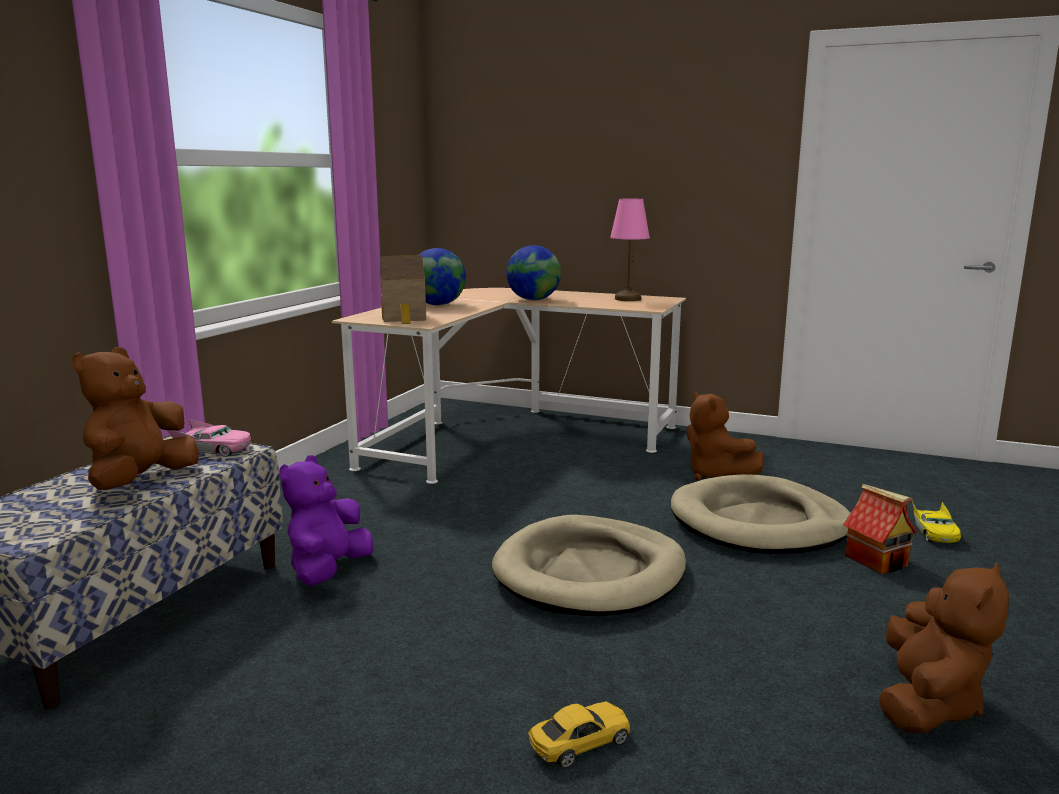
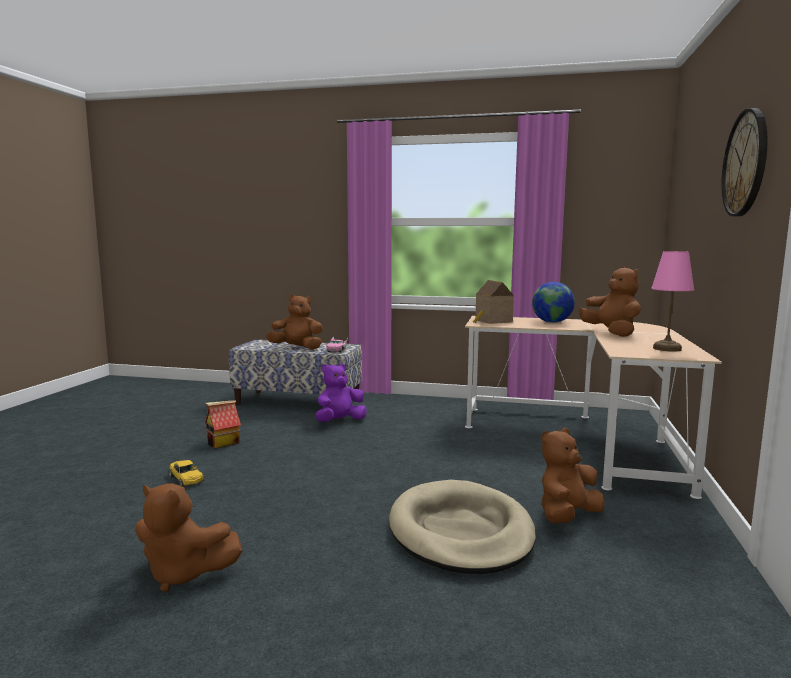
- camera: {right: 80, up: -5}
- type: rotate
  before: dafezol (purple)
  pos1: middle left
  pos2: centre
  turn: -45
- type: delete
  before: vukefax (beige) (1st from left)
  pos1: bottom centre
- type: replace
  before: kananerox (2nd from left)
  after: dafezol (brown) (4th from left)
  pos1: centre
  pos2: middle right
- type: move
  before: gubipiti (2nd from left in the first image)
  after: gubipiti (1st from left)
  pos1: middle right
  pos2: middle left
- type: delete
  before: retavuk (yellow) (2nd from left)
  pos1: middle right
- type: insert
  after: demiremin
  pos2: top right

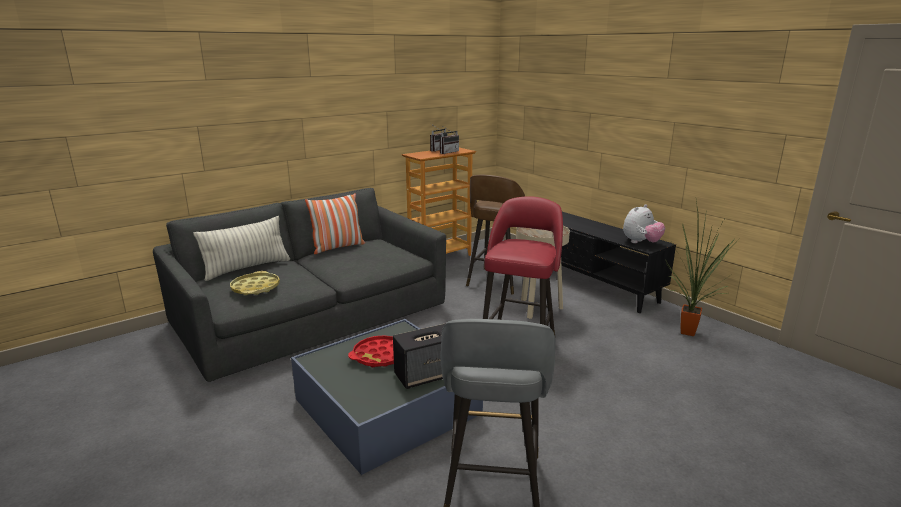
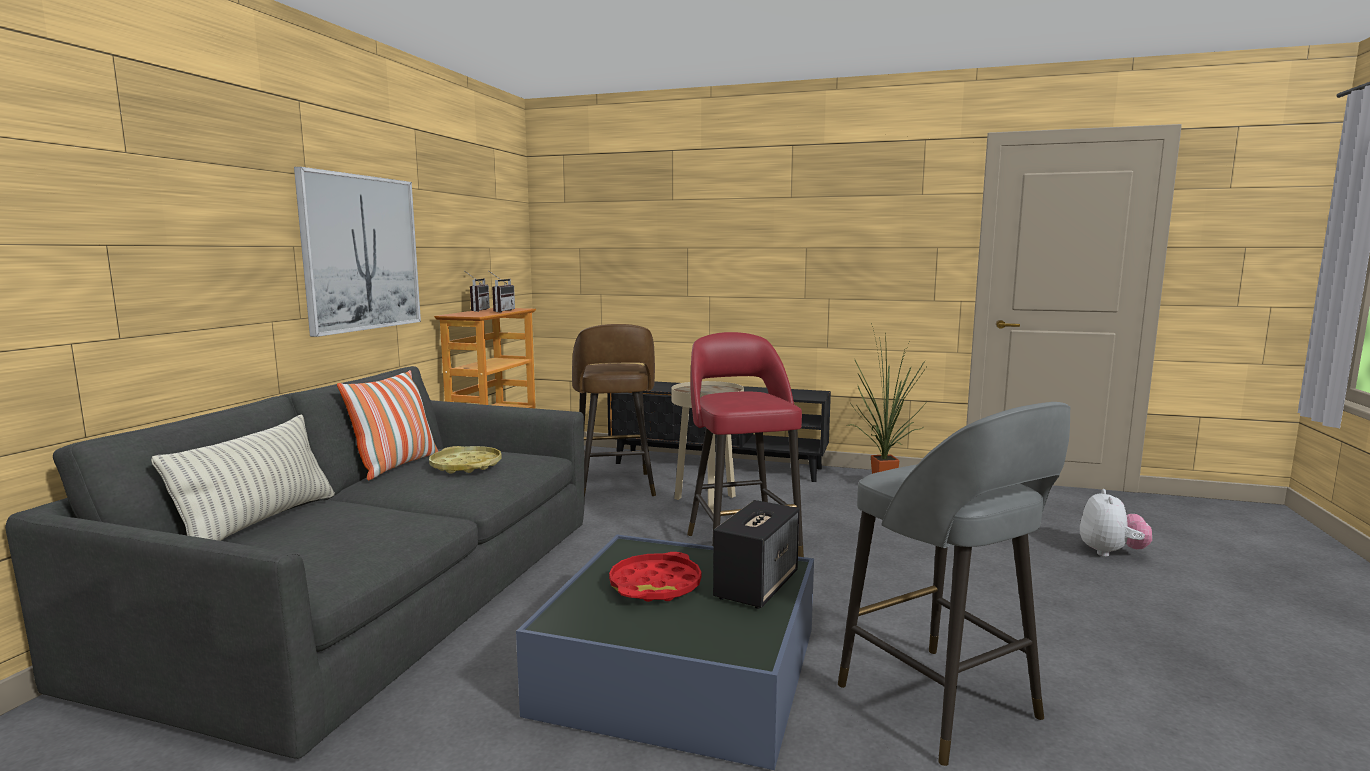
- camera: {right: -35, up: -10}
- type: move
  before: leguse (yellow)
  pos1: middle left
  pos2: centre
- type: move
  before: dafezol
  pos1: middle right
  pos2: bottom right
- type: insert
  after: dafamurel
  pos2: top left

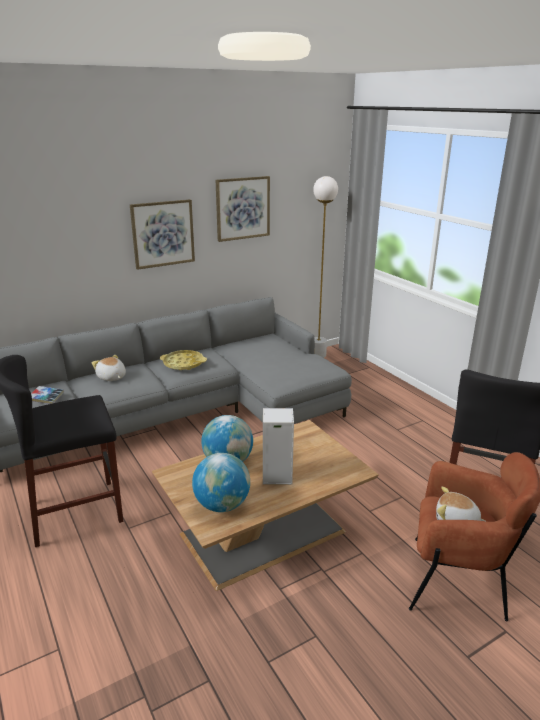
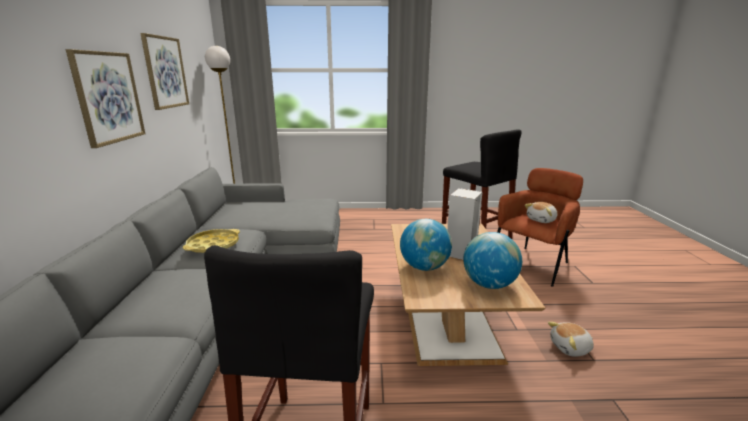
- camera: {right: -60, up: -5}
- type: delete
  before: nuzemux
  pos1: middle left
- type: move
  before: dafezol (1st from left in the first image)
  after: dafezol (2nd from left)
  pos1: middle left
  pos2: bottom right

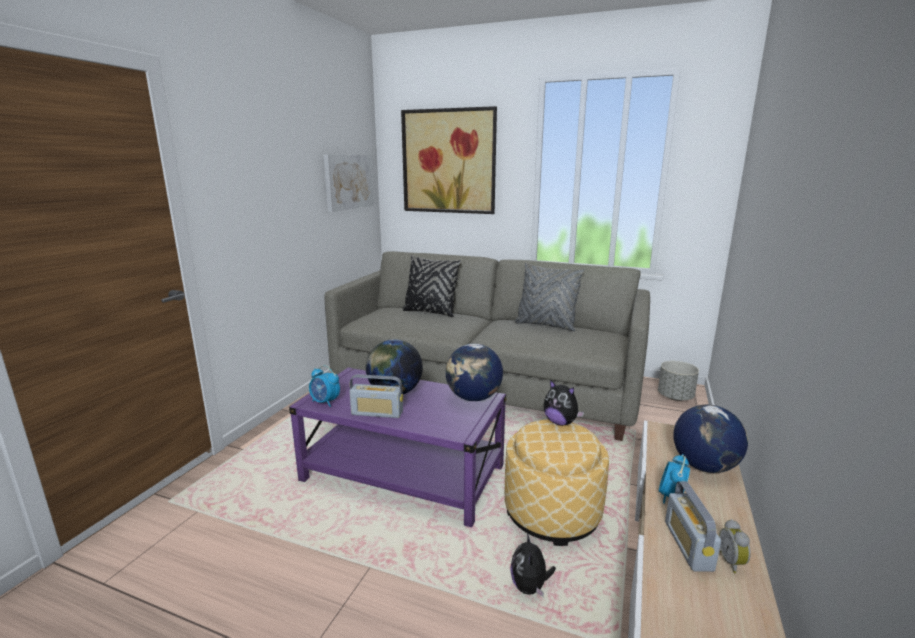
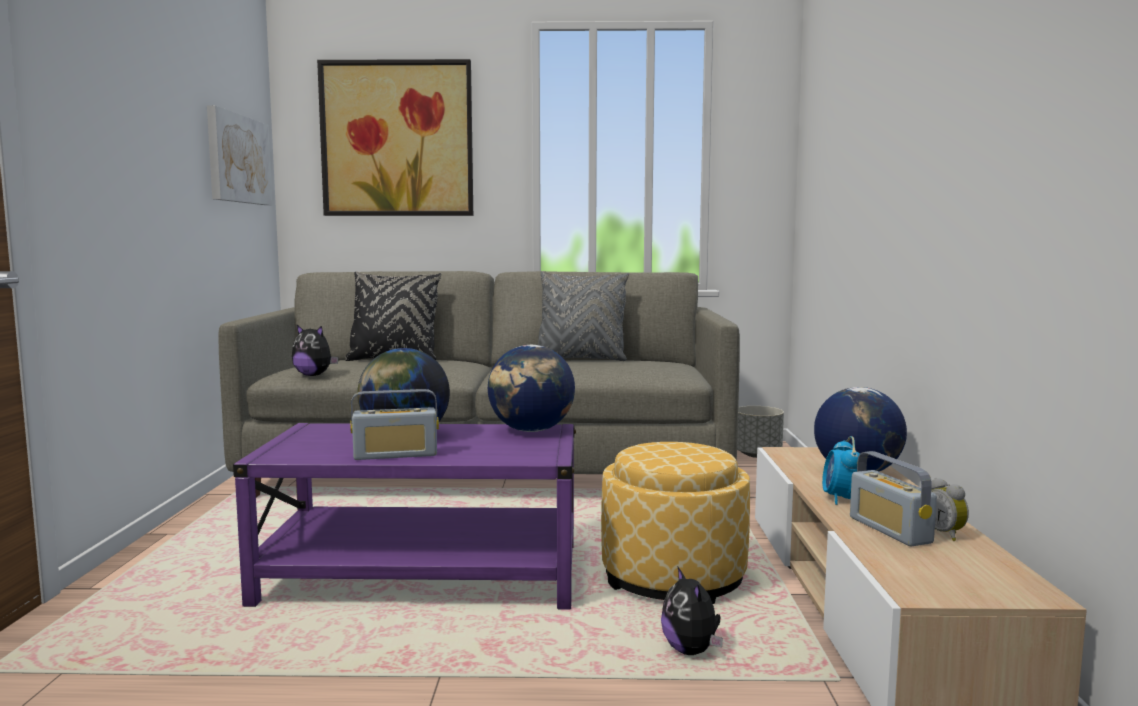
- camera: {right: -20, up: -10}
- type: delete
  before: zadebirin (1st from left)
  pos1: centre
- type: move
  before: dafezol (2nd from left in the first image)
  after: dafezol (1st from left)
  pos1: centre
  pos2: middle left

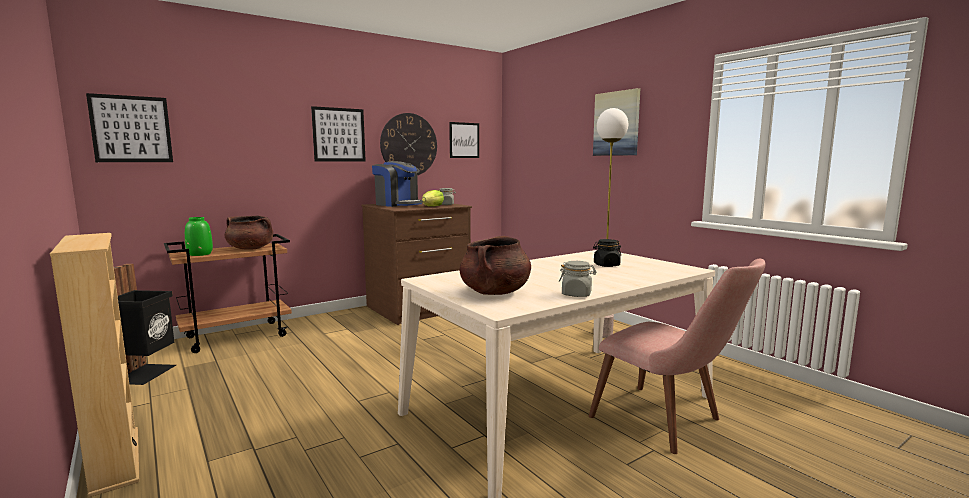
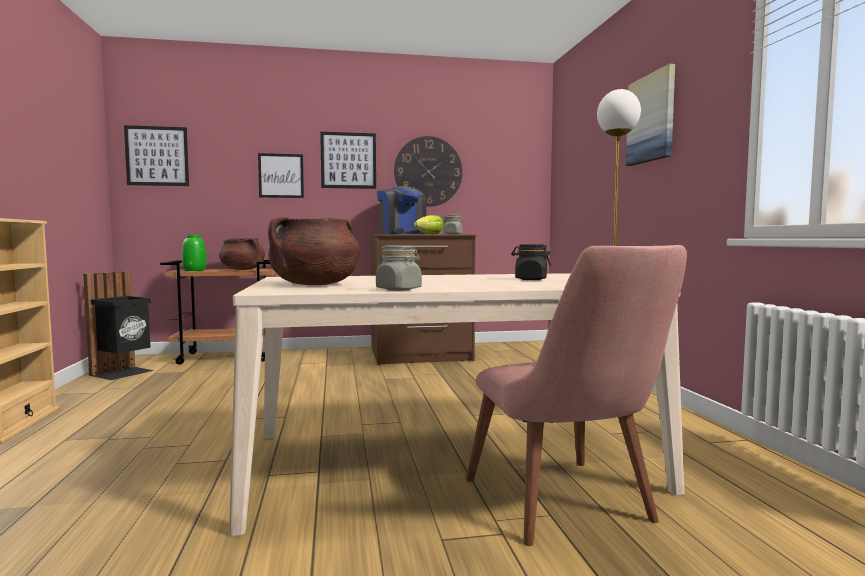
- camera: {right: 25, up: -5}
- type: move
  before: dafamurel (3rd from left in the first image)
  after: dafamurel (2nd from left)
  pos1: top centre
  pos2: top left

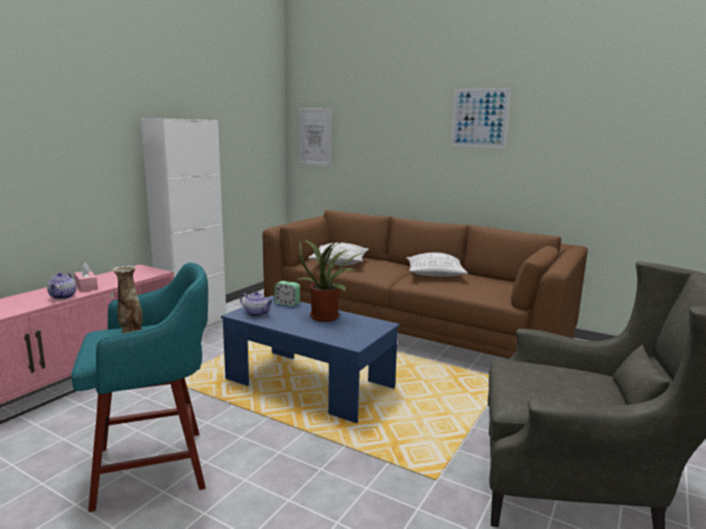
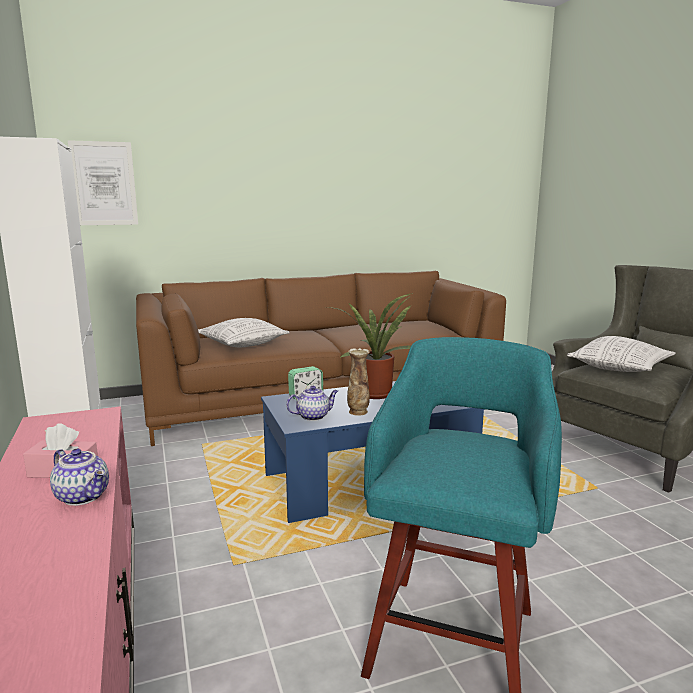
- camera: {right: -50, up: 0}
- type: move
  before: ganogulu
  pos1: middle left
  pos2: centre
- type: move
  before: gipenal (2nd from left)
  pos1: centre
  pos2: middle right
- type: delete
  before: dafamurel (2nd from left)
  pos1: top right

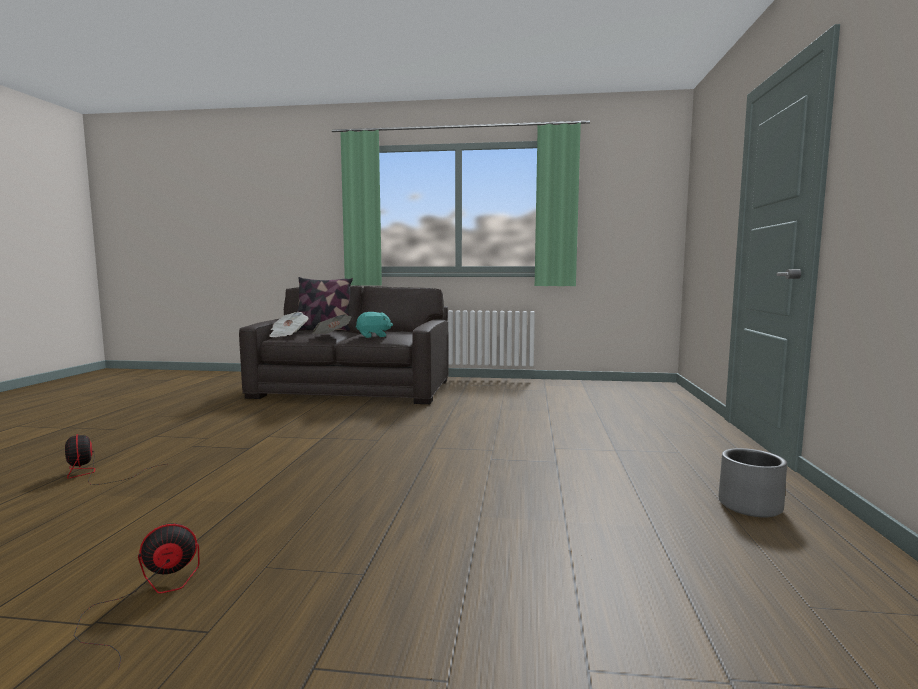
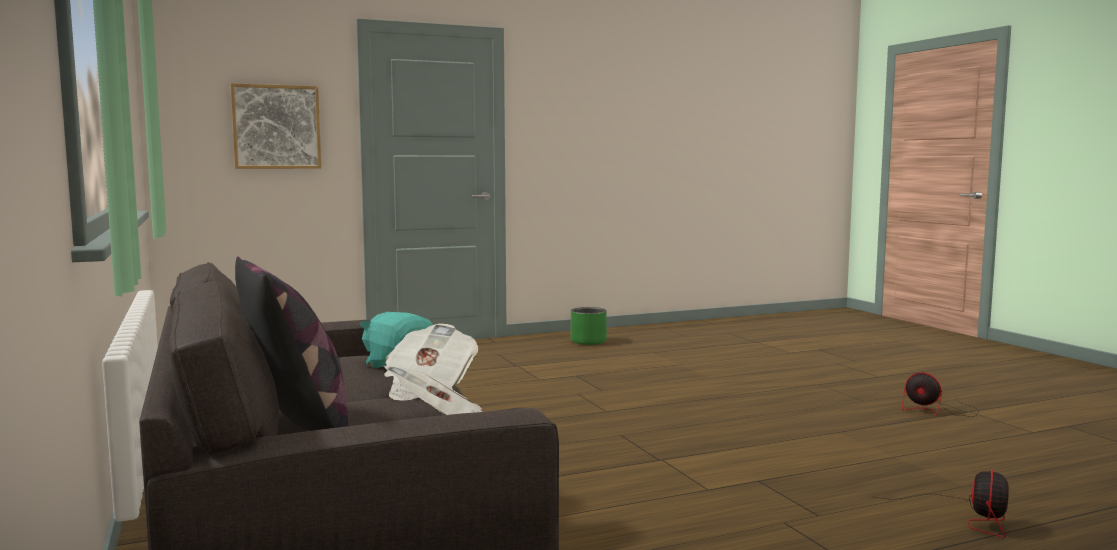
- camera: {right: -120, up: 0}
- type: recolor
  before: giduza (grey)
  after: giduza (green)
  pos1: bottom right
  pos2: centre
- type: insert
  after: dafamurel
  pos2: top left

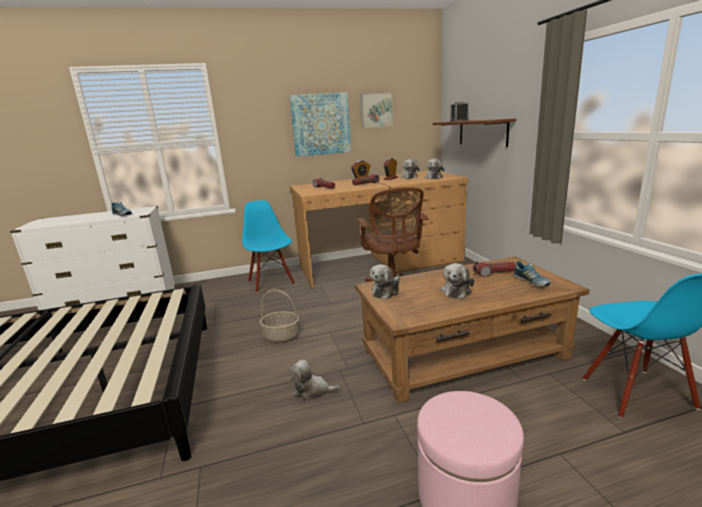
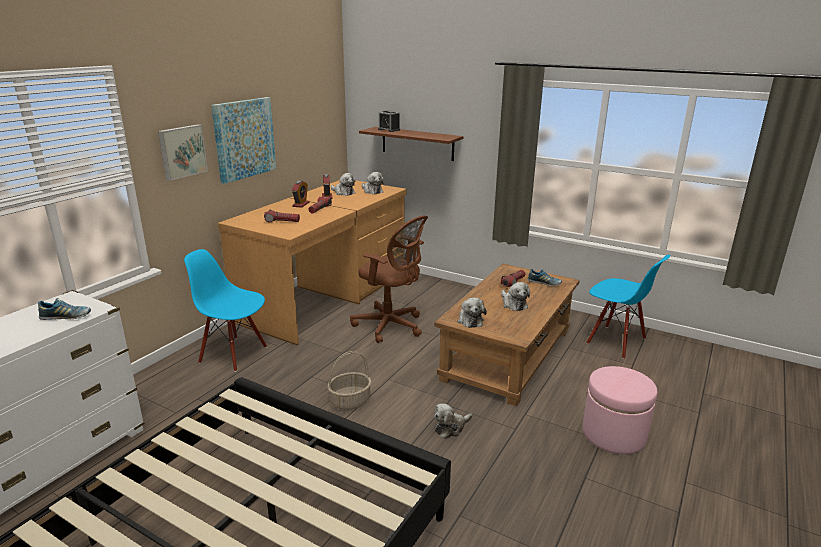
- camera: {right: -45, up: 5}
- type: move
  before: dafamurel (2nd from left in the first image)
  after: dafamurel (1st from left)
  pos1: top centre
  pos2: top left

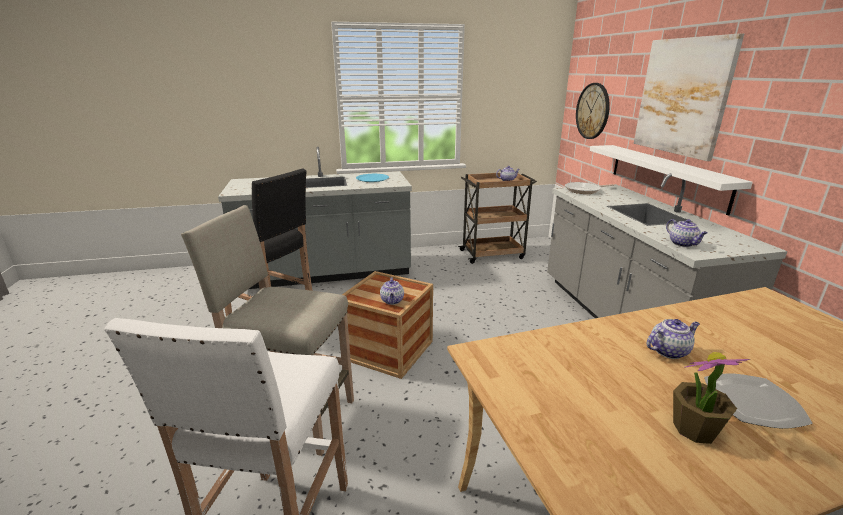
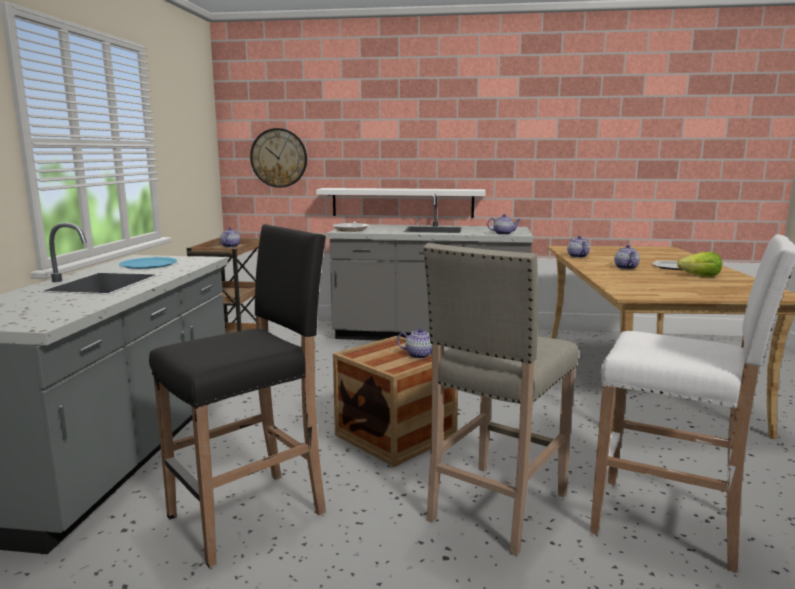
- camera: {right: -70, up: -10}
- type: delete
  before: dafamurel
  pos1: top right
- type: replace
  before: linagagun
  after: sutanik
  pos1: bottom right
  pos2: middle right
- type: insert
  after: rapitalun (4th from left)
  pos2: middle right

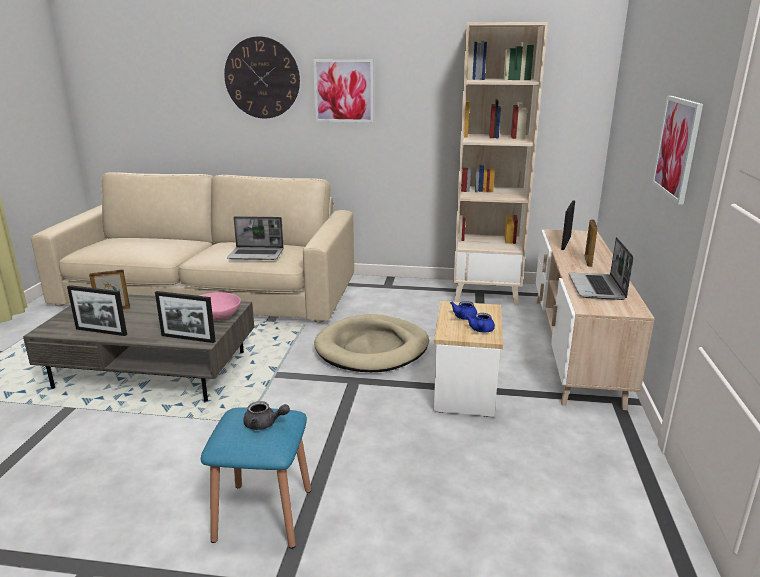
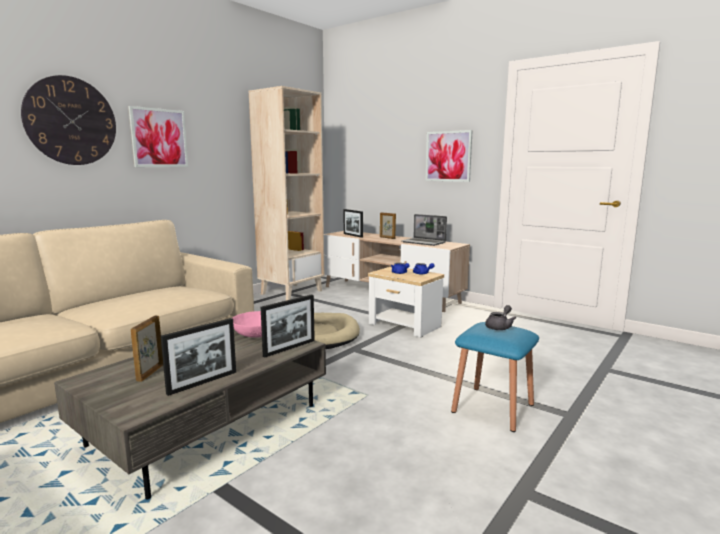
- camera: {right: -60, up: -10}
- type: delete
  before: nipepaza (1st from left)
  pos1: centre

